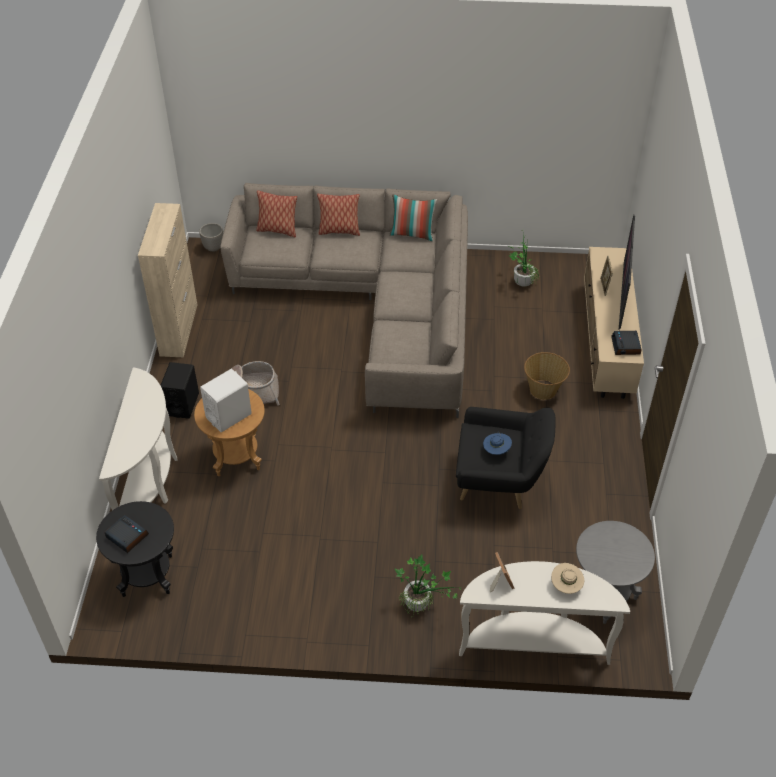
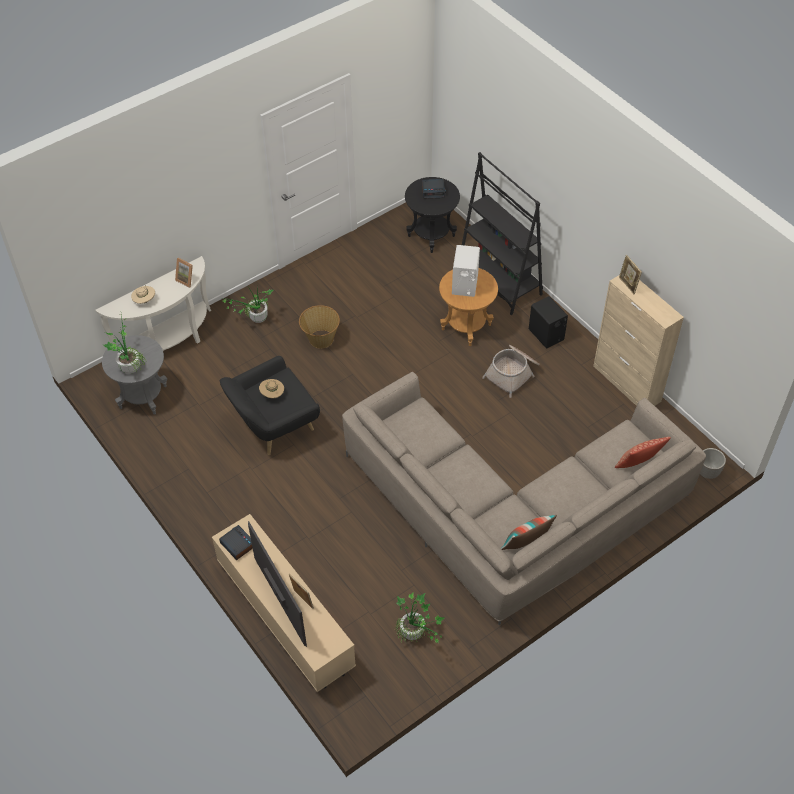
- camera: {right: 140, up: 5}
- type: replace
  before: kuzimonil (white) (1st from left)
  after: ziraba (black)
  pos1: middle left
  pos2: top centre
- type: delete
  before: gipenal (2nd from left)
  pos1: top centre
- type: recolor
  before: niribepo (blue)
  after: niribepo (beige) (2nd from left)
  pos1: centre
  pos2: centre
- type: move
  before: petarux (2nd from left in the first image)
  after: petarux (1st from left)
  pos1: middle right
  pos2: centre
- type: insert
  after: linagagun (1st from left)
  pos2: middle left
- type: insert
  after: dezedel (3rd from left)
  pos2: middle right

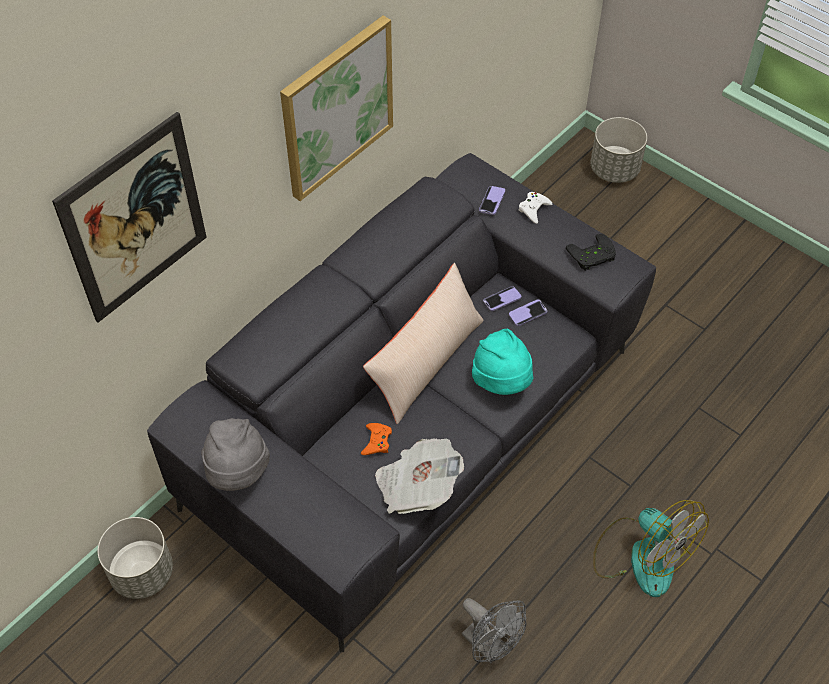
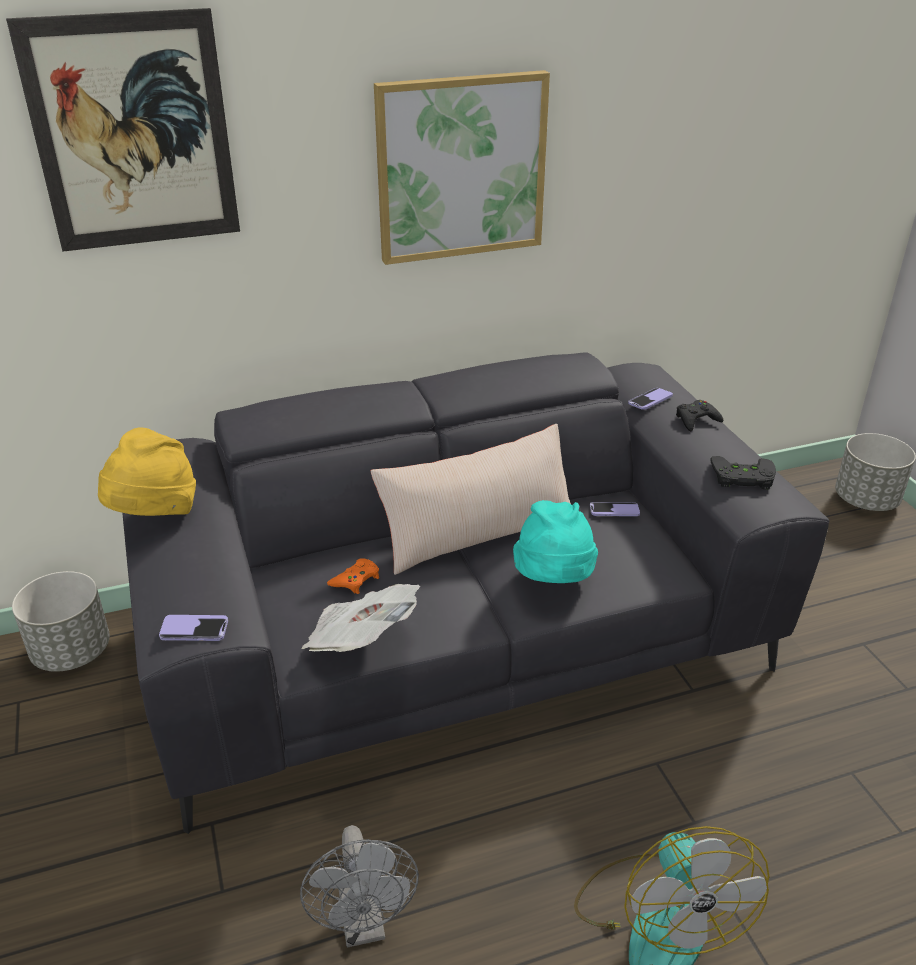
- camera: {right: 30, up: -20}
- type: recolor
  before: niribepo (grey)
  after: niribepo (yellow)
  pos1: middle left
  pos2: middle left
- type: move
  before: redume (3rd from left in the first image)
  after: redume (1st from left)
  pos1: centre
  pos2: middle left
- type: recolor
  before: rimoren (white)
  after: rimoren (black) (1st from left)
  pos1: top centre
  pos2: middle right

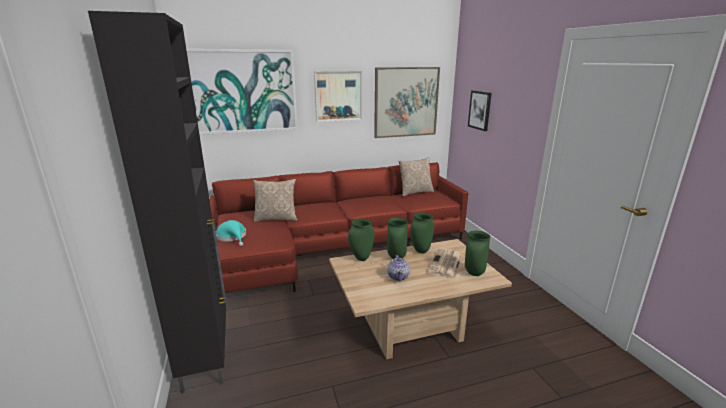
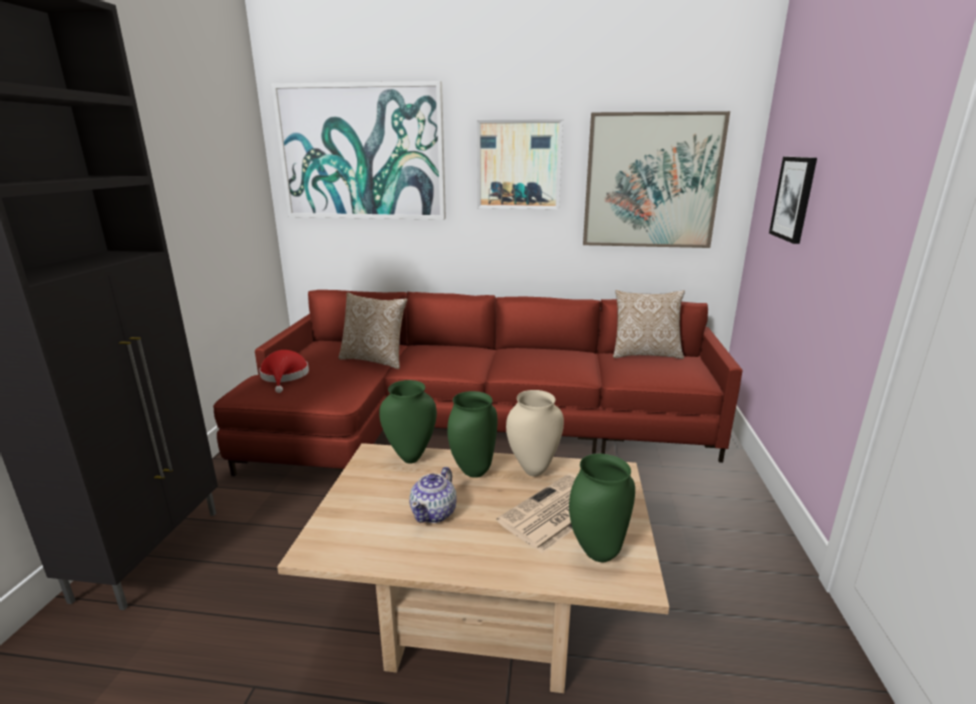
- camera: {right: 25, up: 0}
- type: recolor
  before: niribepo (turquoise)
  after: niribepo (red)
  pos1: middle left
  pos2: middle left
- type: recolor
  before: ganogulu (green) (3rd from left)
  after: ganogulu (beige)
  pos1: centre
  pos2: centre

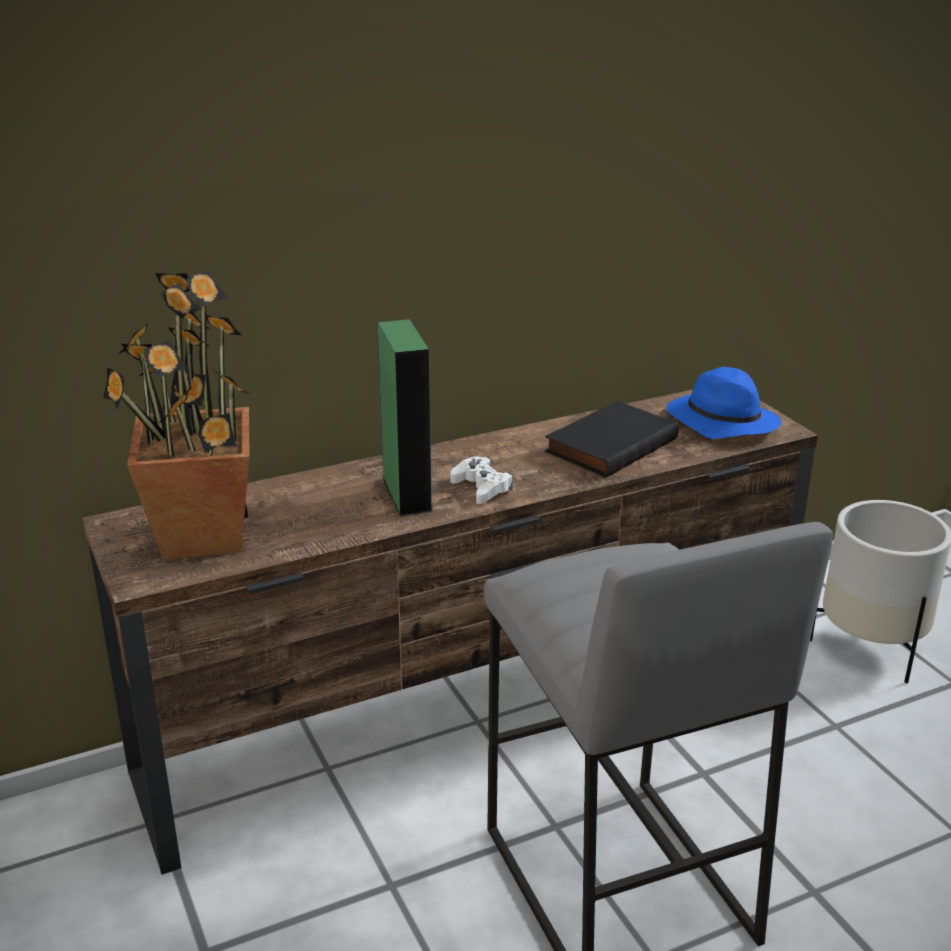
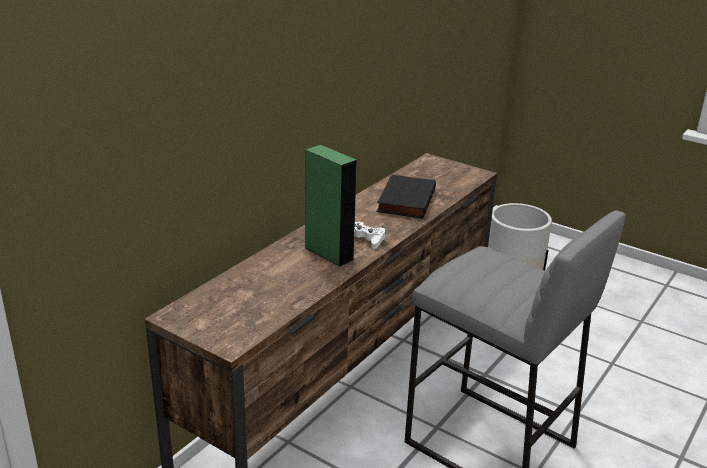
- camera: {right: -30, up: 0}
- type: delete
  before: linagagun
  pos1: middle left
- type: delete
  before: niribepo (blue)
  pos1: middle right

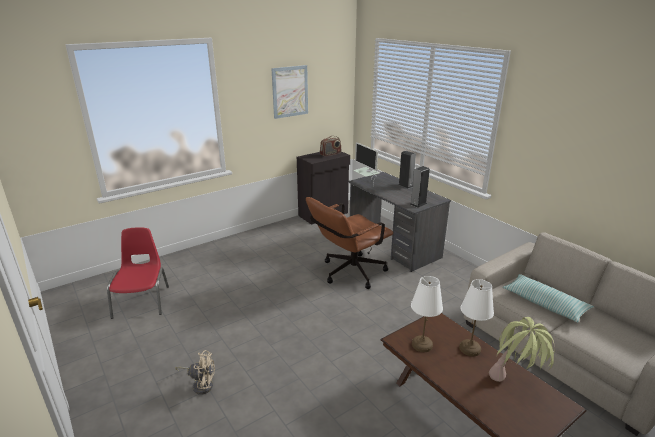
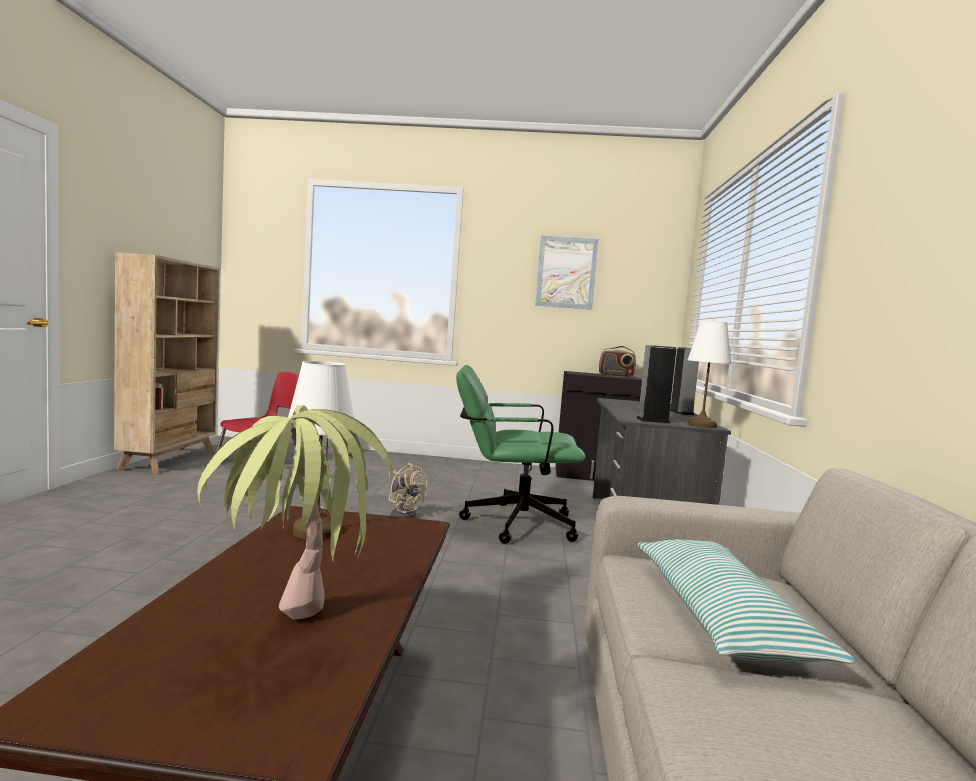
- camera: {right: 40, up: -20}
- type: move
  before: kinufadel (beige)
  pos1: bottom left
  pos2: centre
- type: recolor
  before: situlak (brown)
  after: situlak (green)
  pos1: centre
  pos2: centre
- type: delete
  before: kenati
  pos1: centre
- type: move
  before: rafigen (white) (2nd from left)
  pos1: bottom right
  pos2: middle right
- type: insert
  after: ziraba (beige)
  pos2: middle left

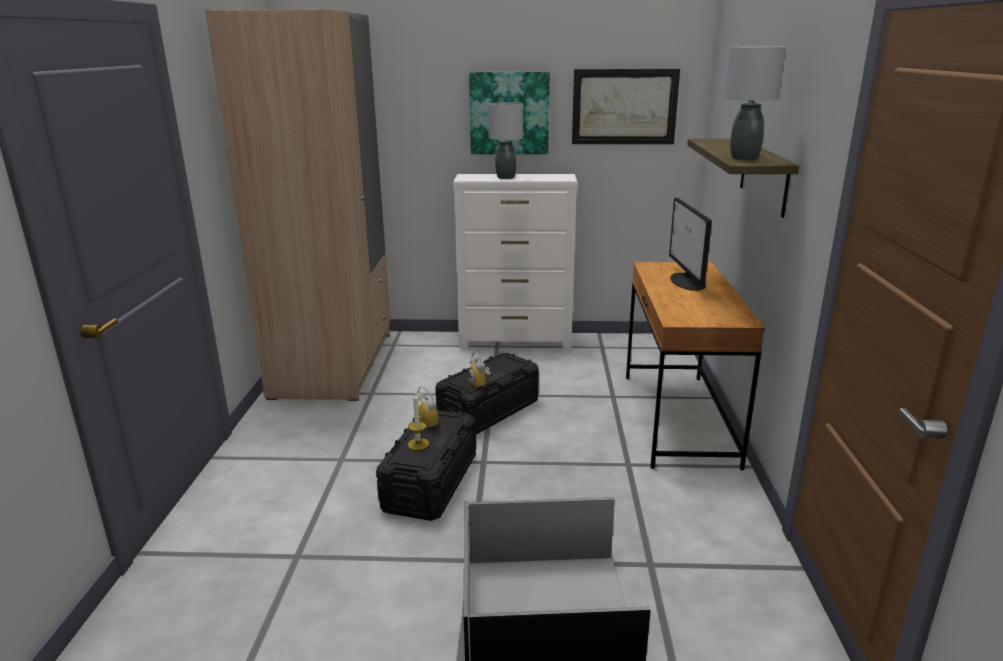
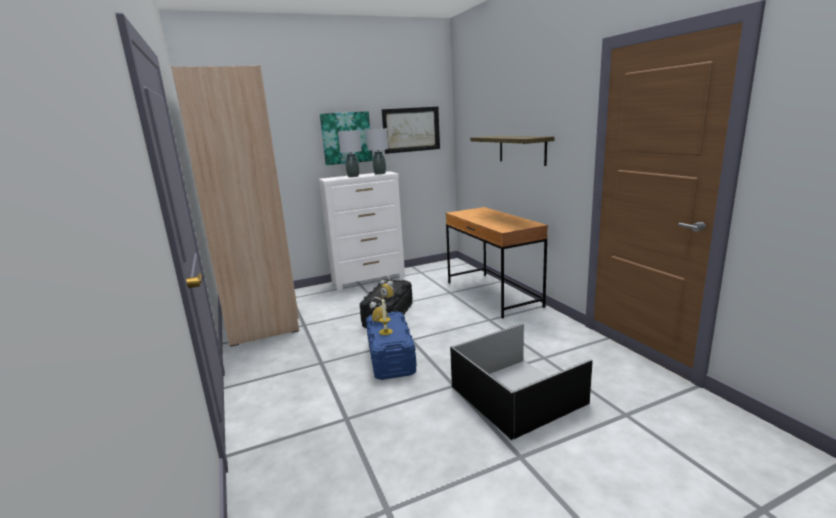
- camera: {right: -25, up: -5}
- type: recolor
  before: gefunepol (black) (1st from left)
  after: gefunepol (blue)
  pos1: bottom centre
  pos2: centre
- type: delete
  before: kenati
  pos1: middle right
- type: move
  before: rafigen (grey) (2nd from left)
  pos1: top right
  pos2: top centre

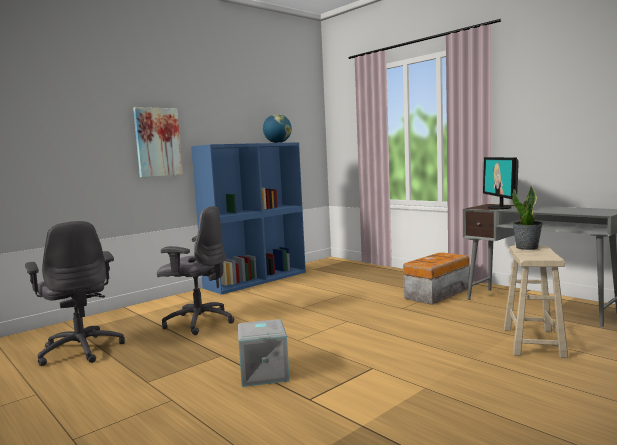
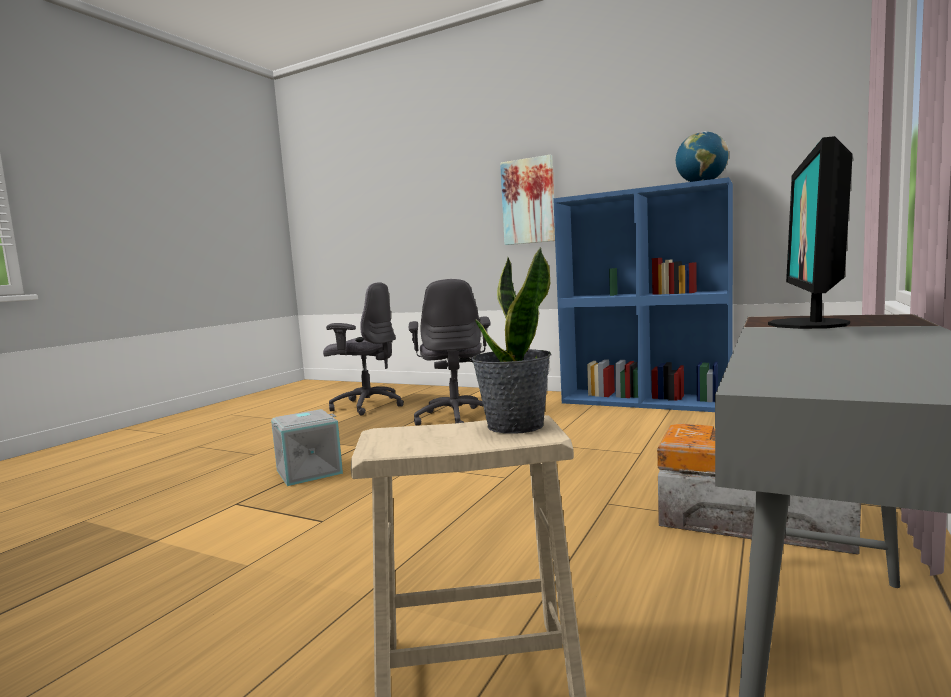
- camera: {right: 70, up: 0}
- type: rotate
  before: situlak (grey) (1st from left)
  pos1: middle left
  pos2: centre
  turn: -105
- type: rotate
  before: kenati
  pos1: middle right
  pos2: top right
  turn: -45

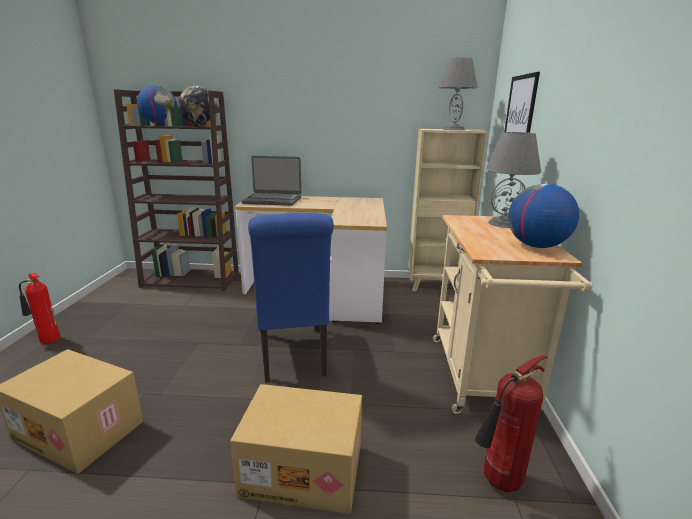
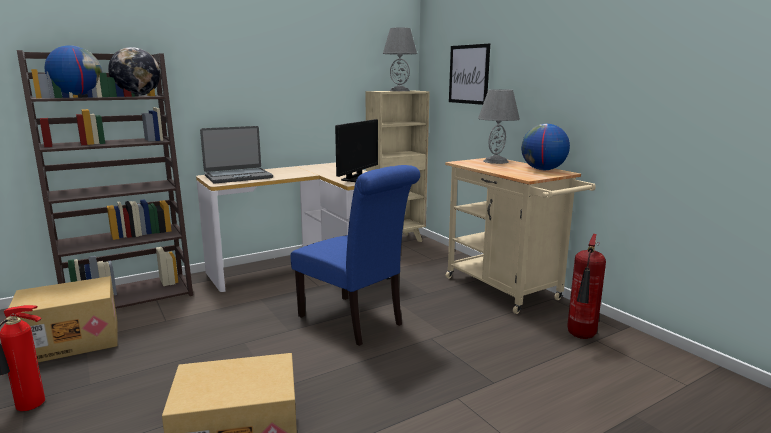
- camera: {right: -35, up: -5}
- type: move
  before: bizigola (2nd from left in the first image)
  after: bizigola (1st from left)
  pos1: bottom centre
  pos2: bottom left
- type: insert
  after: kenati
  pos2: centre

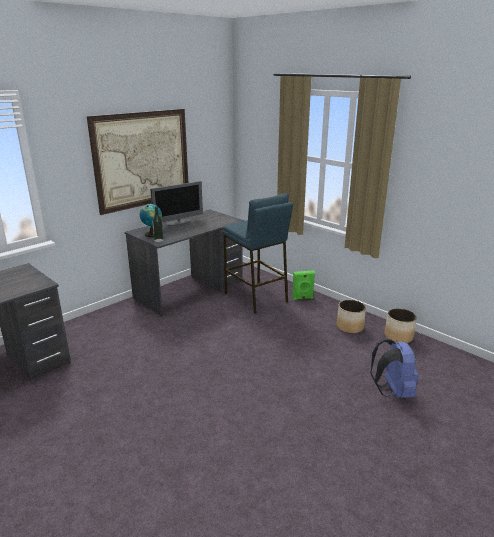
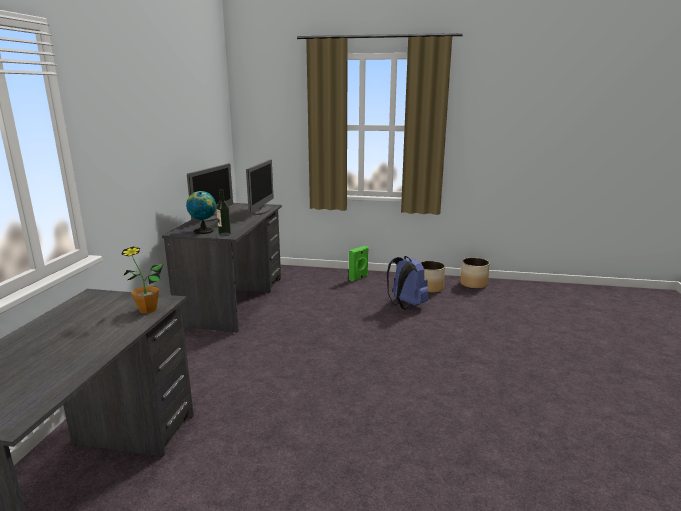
- camera: {right: -35, up: -5}
- type: delete
  before: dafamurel
  pos1: top left
- type: delete
  before: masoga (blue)
  pos1: centre
- type: move
  before: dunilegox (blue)
  pos1: bottom right
  pos2: centre
- type: insert
  after: linagagun
  pos2: middle left
- type: insert
  after: kenati (2nd from left)
  pos2: centre

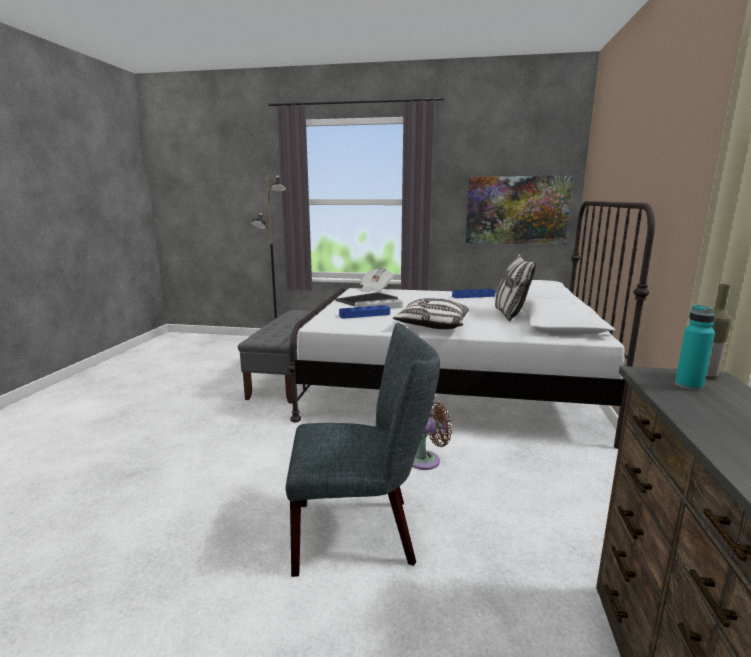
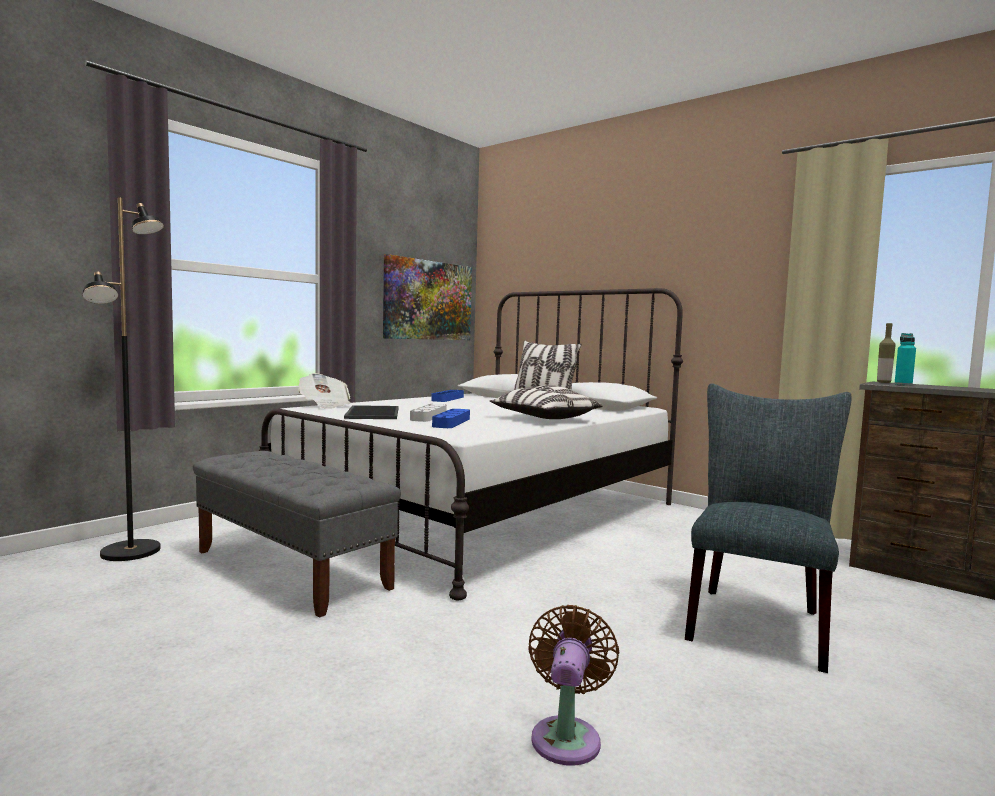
- camera: {right: -60, up: -10}
- type: move
  before: kinufadel (brown)
  pos1: centre
  pos2: bottom centre

